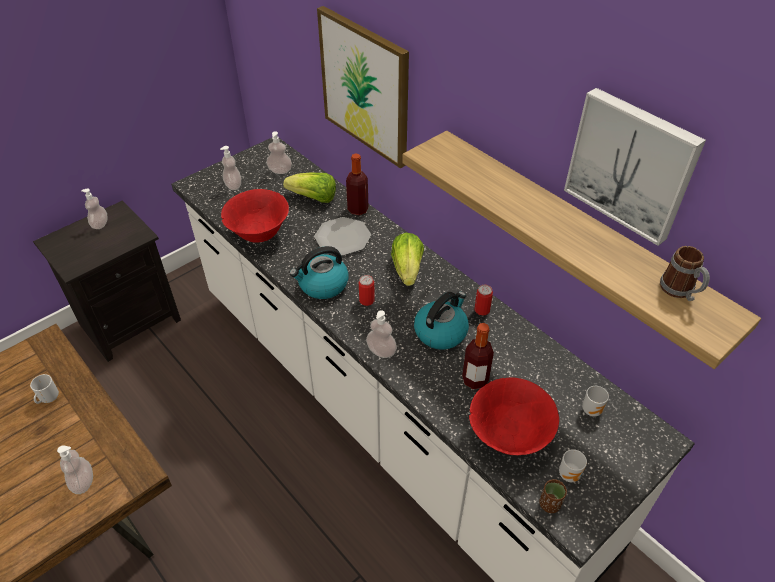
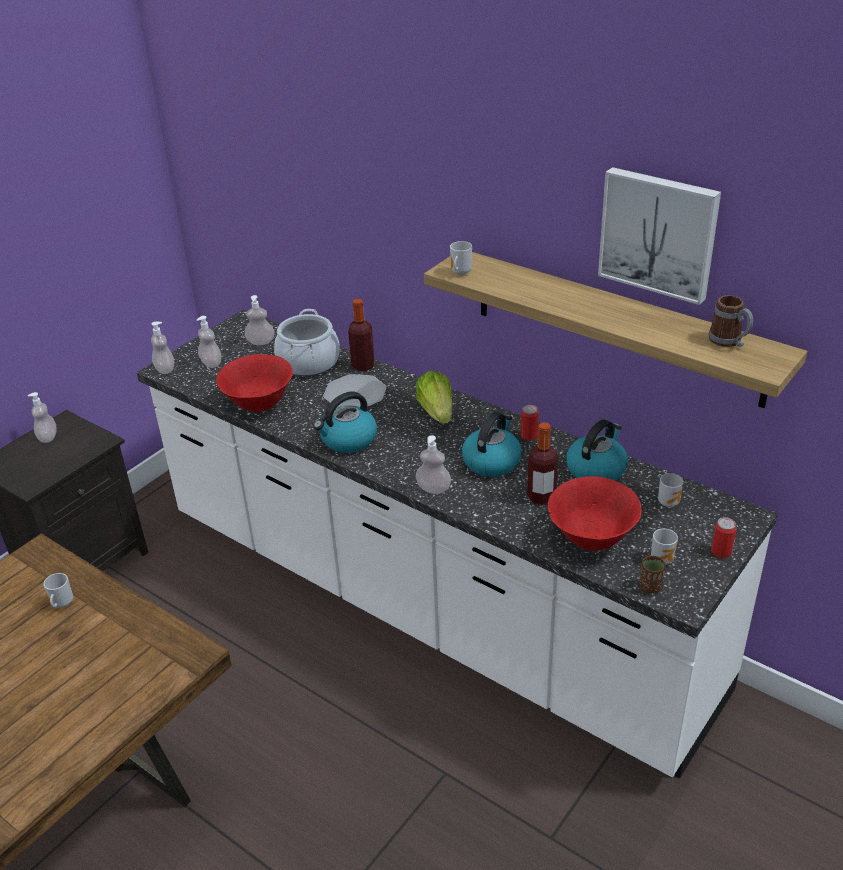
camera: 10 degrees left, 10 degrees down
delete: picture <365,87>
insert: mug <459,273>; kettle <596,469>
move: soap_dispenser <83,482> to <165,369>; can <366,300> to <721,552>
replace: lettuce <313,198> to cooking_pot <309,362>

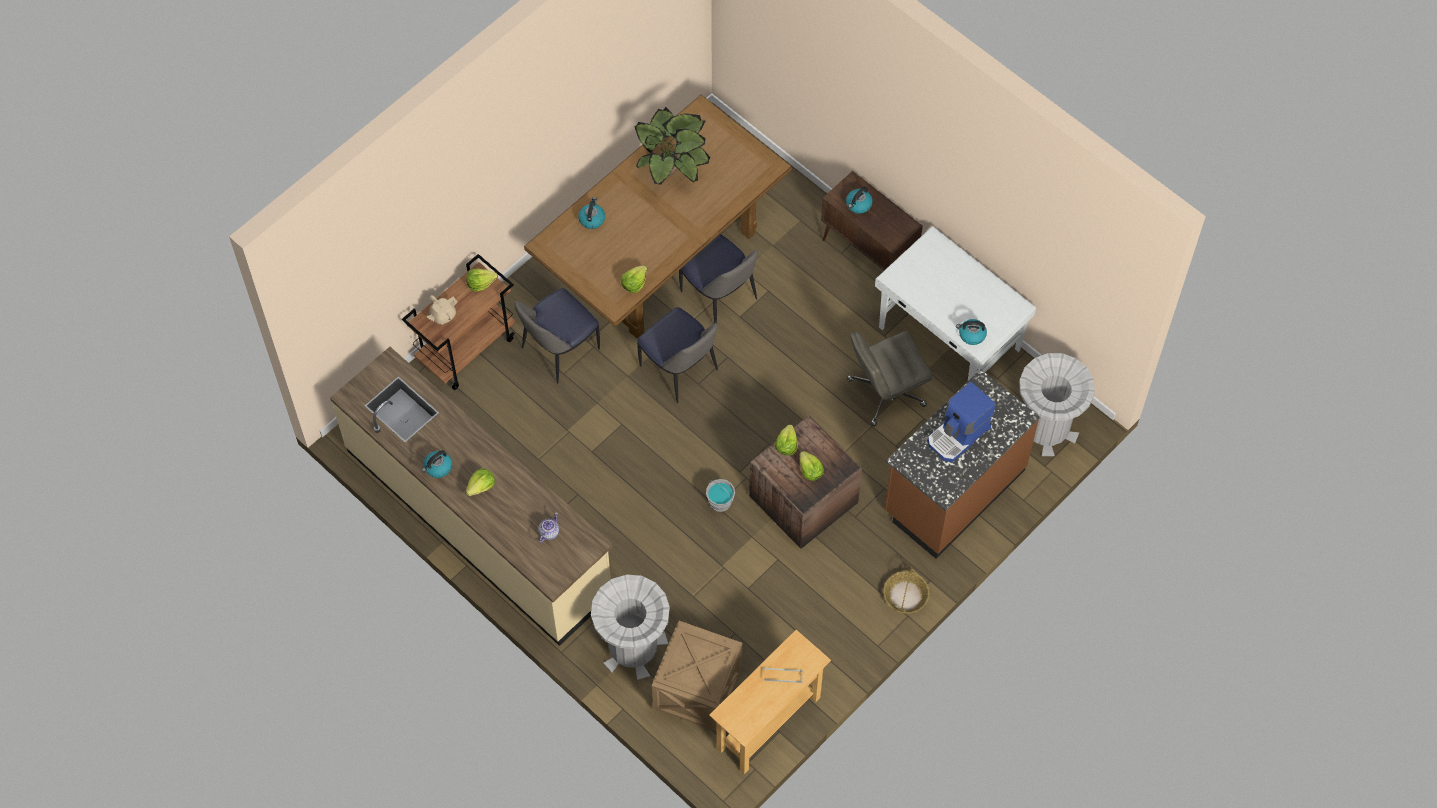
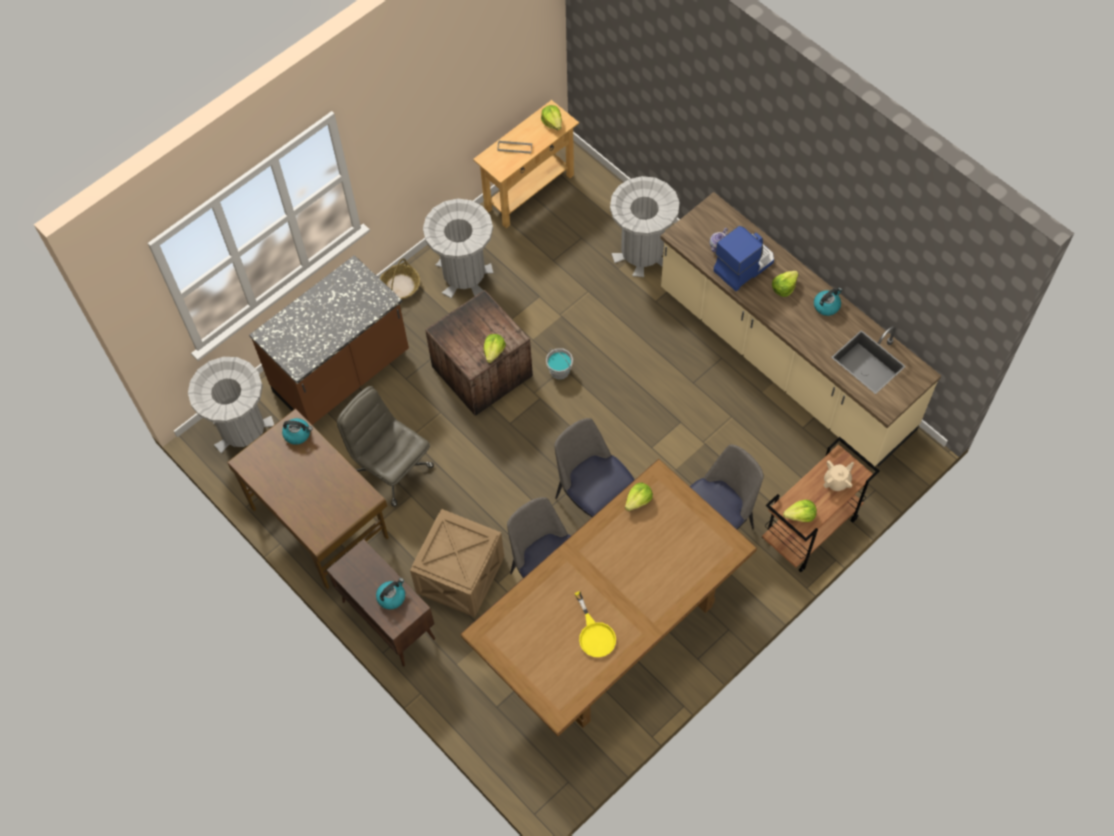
camera: 175 degrees left, 0 degrees up
delete: kettle <592,219>
insert: grey_trash_can <464,274>
move: crate <698,687> to <460,576>; lettuce <810,471> to <552,122>; coffee_machine <958,435> to <743,265>
replace: potted_plant <672,169> to yellow_frying_pan <594,634>
recolor: white_desk <949,340> to brown_desk <320,521>
rotate: grey_office_chair <885,393> = <391,469> 120 degrees counterclockwise

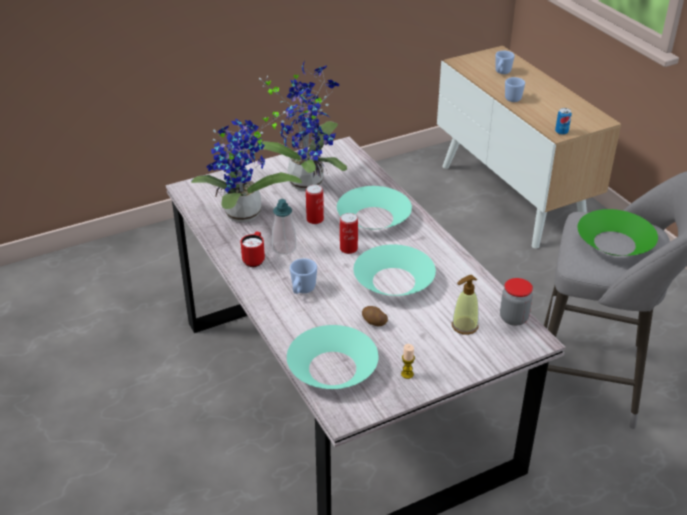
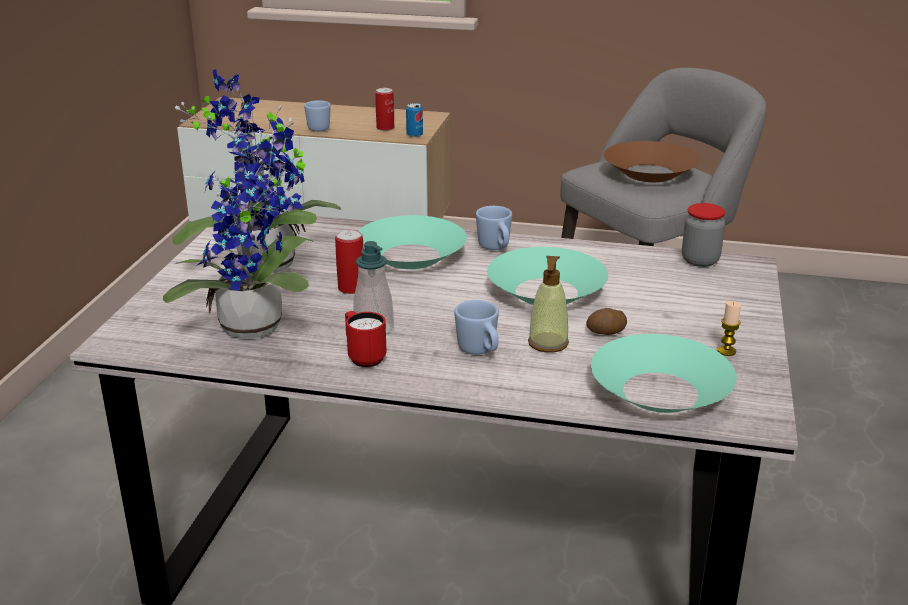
camera: 50 degrees left, 10 degrees down
move: can <348,249> to <385,128>; soap_dispenser <464,326> to <548,343>; blue_mug <501,73> to <496,248>
recolor: green_bowl <614,243> to brown_bowl <649,173>

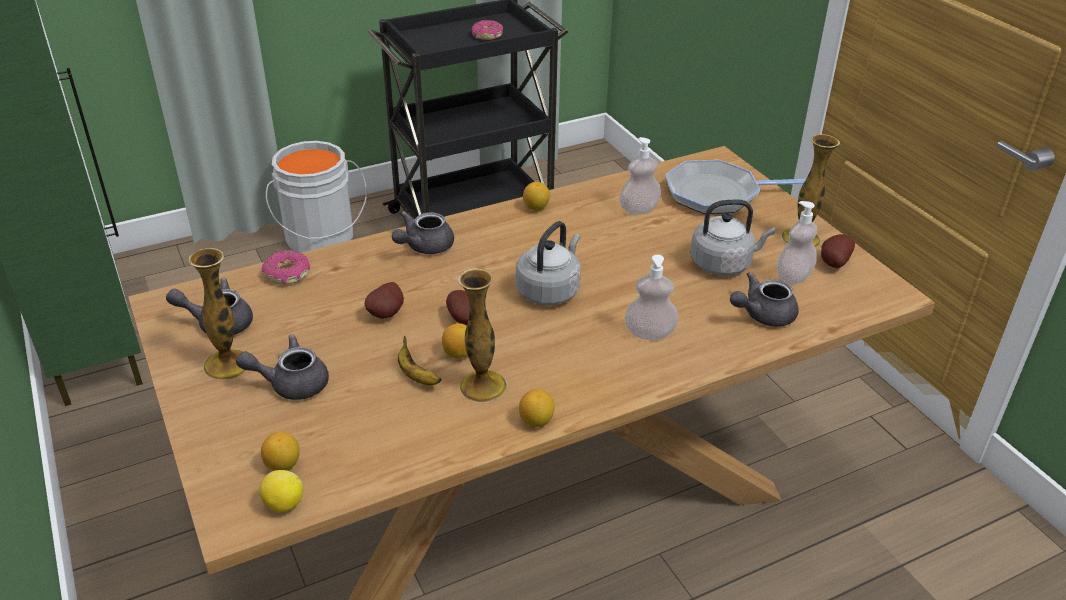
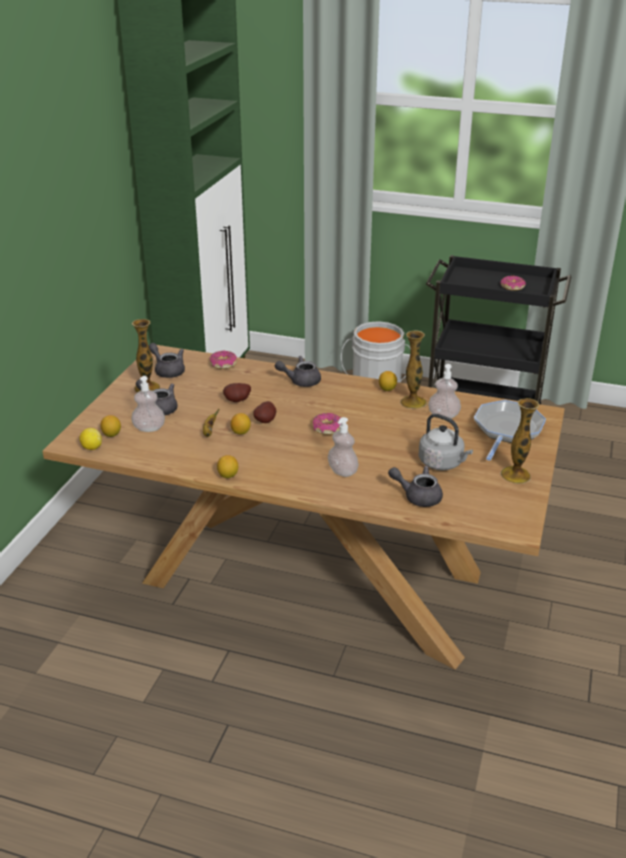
camera: 45 degrees right, 5 degrees down
delete: potato <833,263>
move: vase <483,386> to <413,402>; soap_dispenser <793,277> to <149,428>
replace: grey_kettle <550,290> to donut <327,428>
rotate: frying_pan <717,194> = <507,430> 75 degrees clockwise

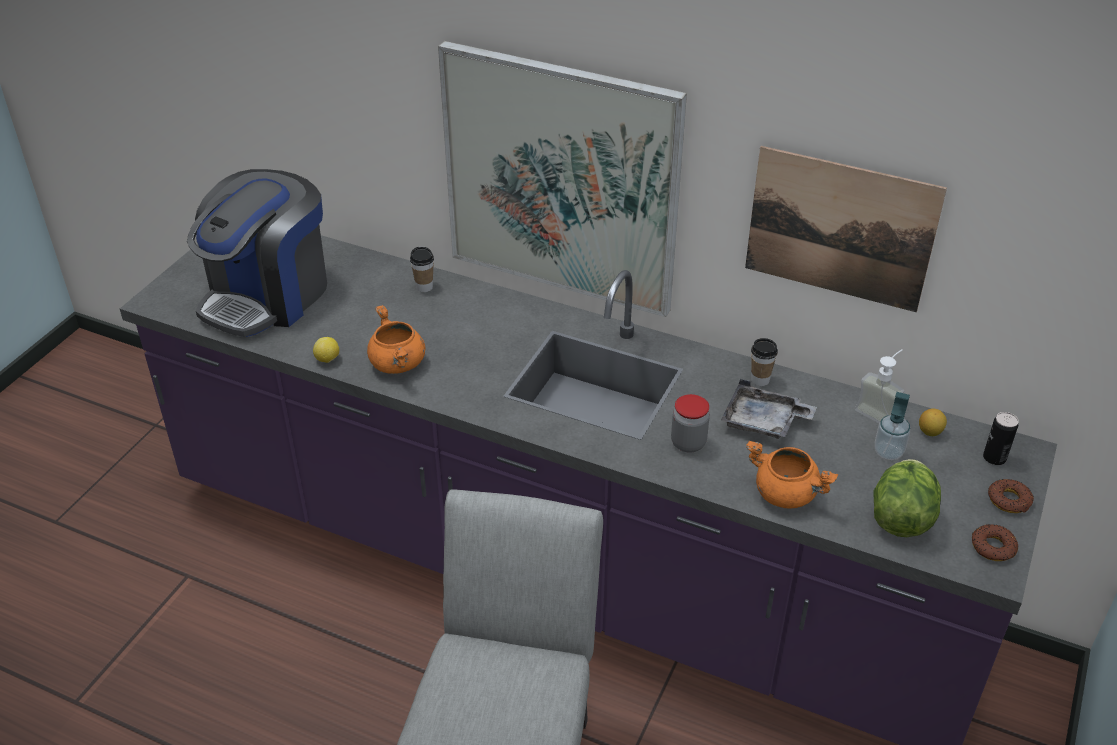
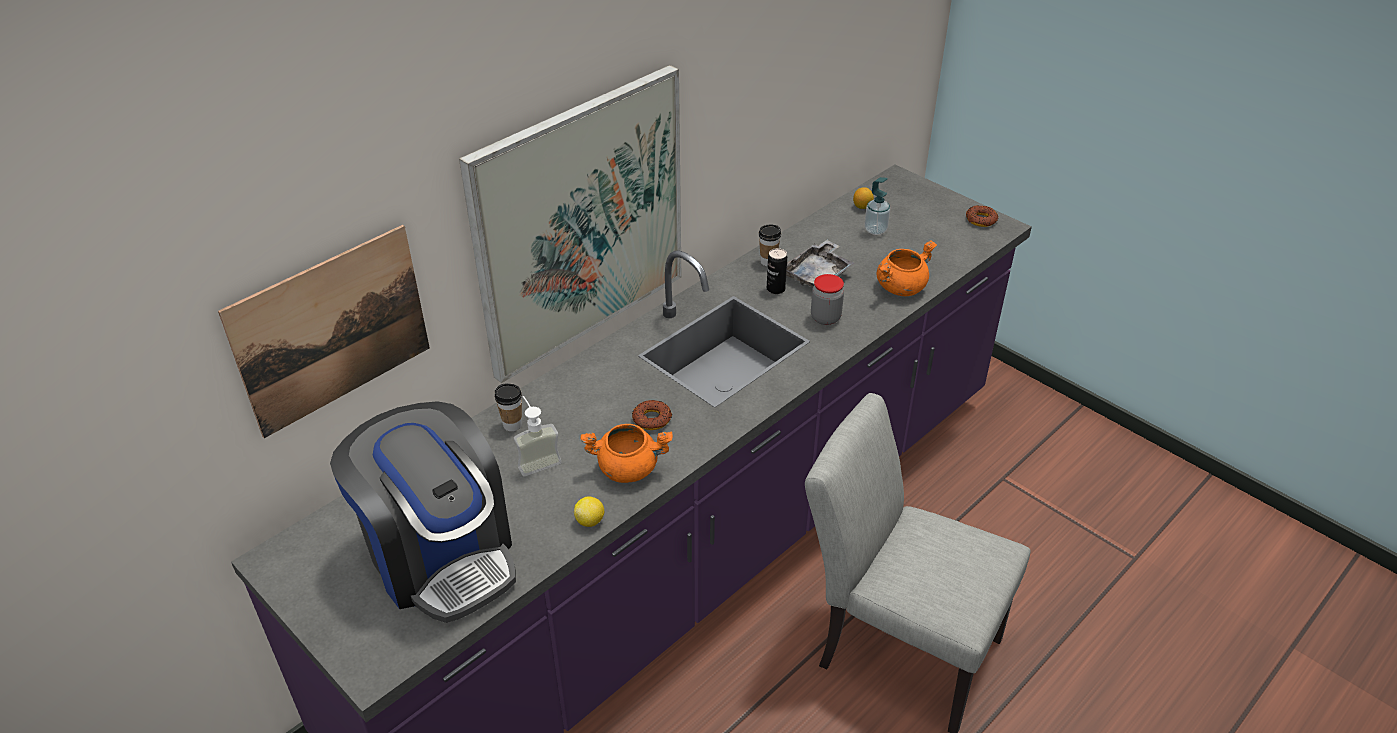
camera: 70 degrees left, 0 degrees up
delete: lettuce <901,518>
move: picture <840,229> to <332,330>; soap_dispenser <880,411> to <536,460>; can <994,458> to <775,289>; donut <1009,500> to <652,419>

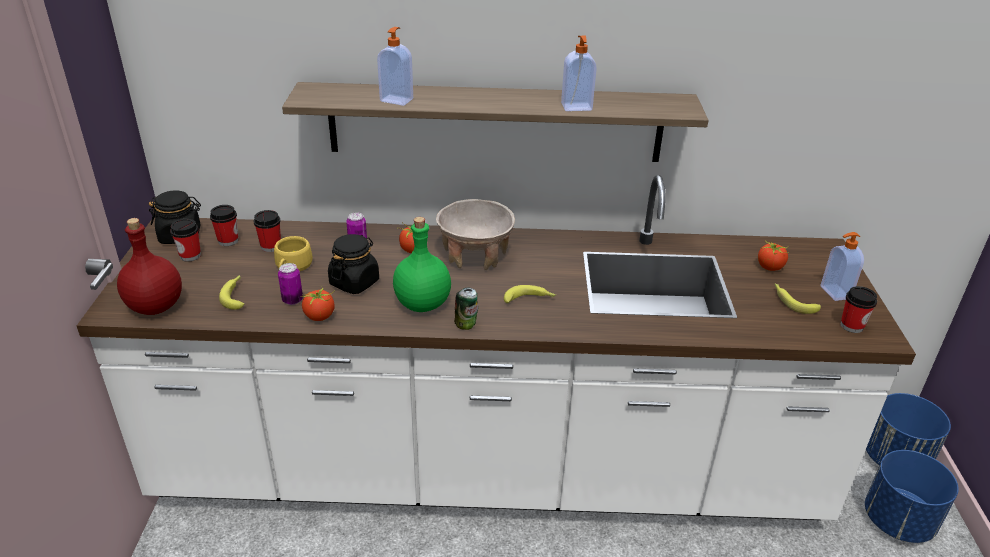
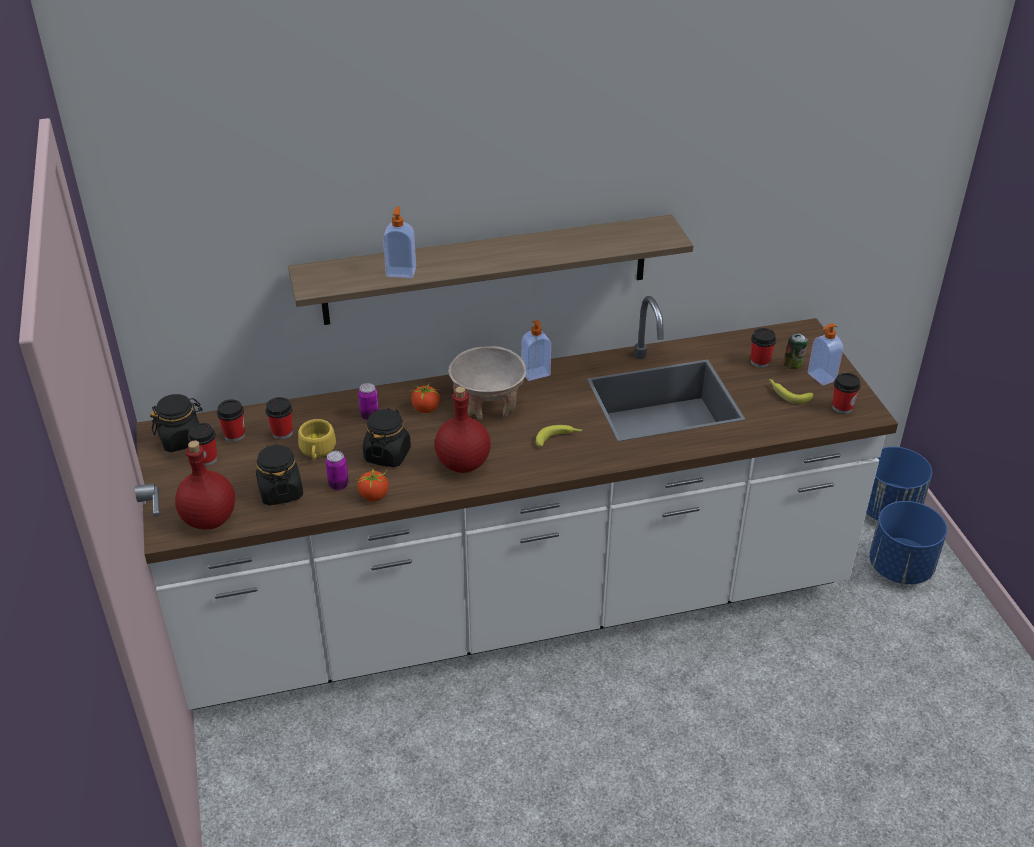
camera: 15 degrees left, 5 degrees up
move: can <466,325> to <793,365>; soap_dispenser <576,107> to <536,374>
replace: banana <236,295> to black_jar <280,491>; tomato <770,267> to cup <760,362>
recolor: green_bottle <421,304> to red_bottle <462,464>

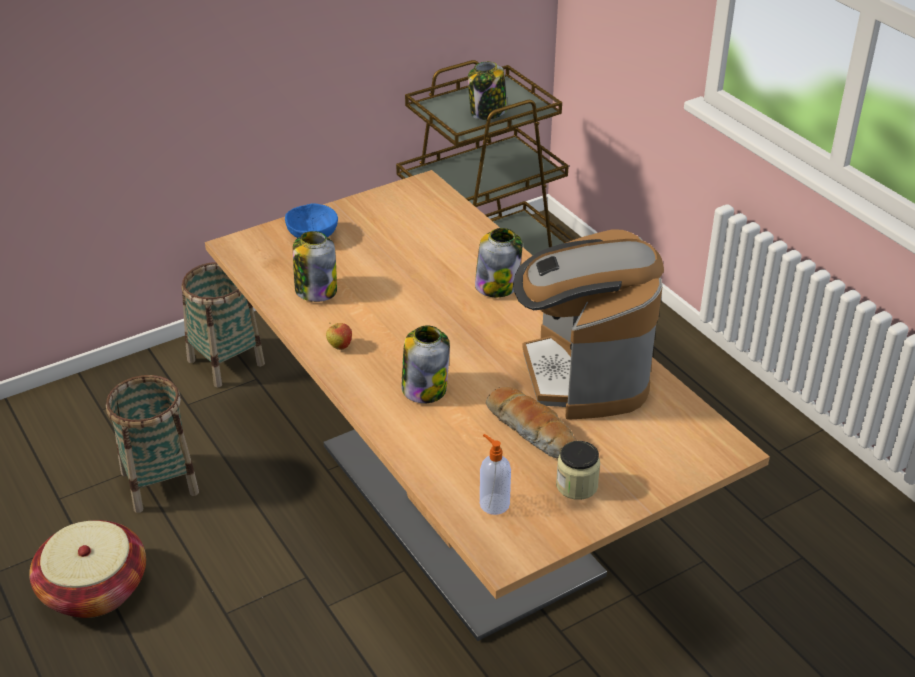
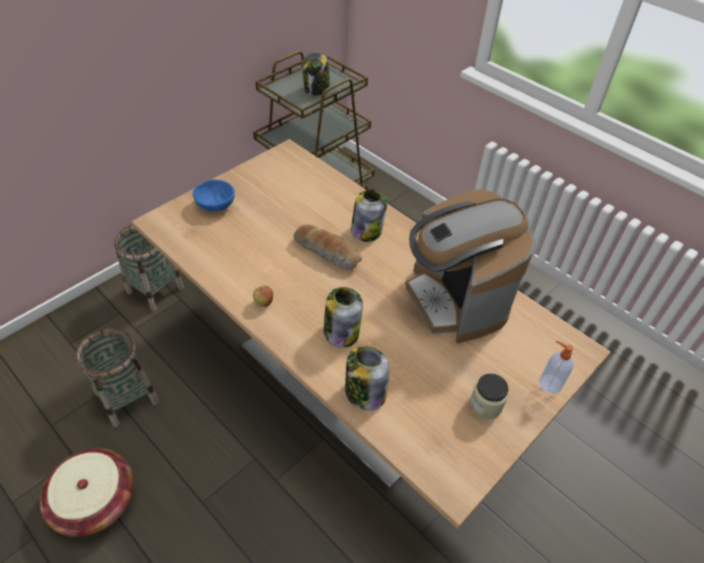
camera: 15 degrees left, 10 degrees up
move: jar <315,290> to <364,392>; soap_dispenser <493,503> to <549,383>; bread <532,431> to <328,252>

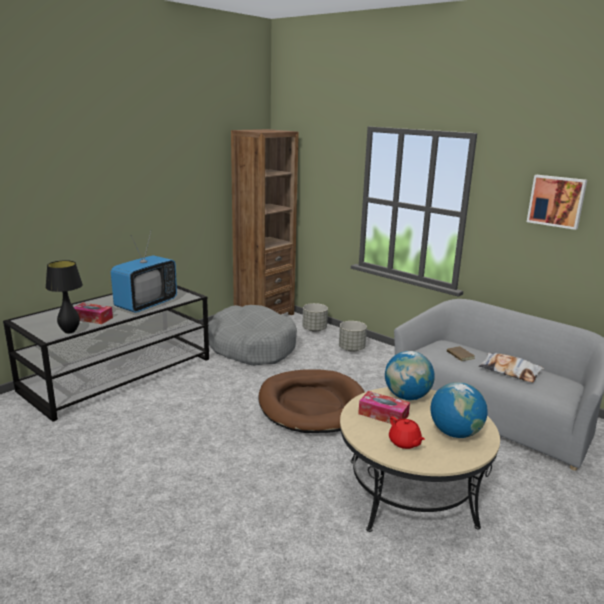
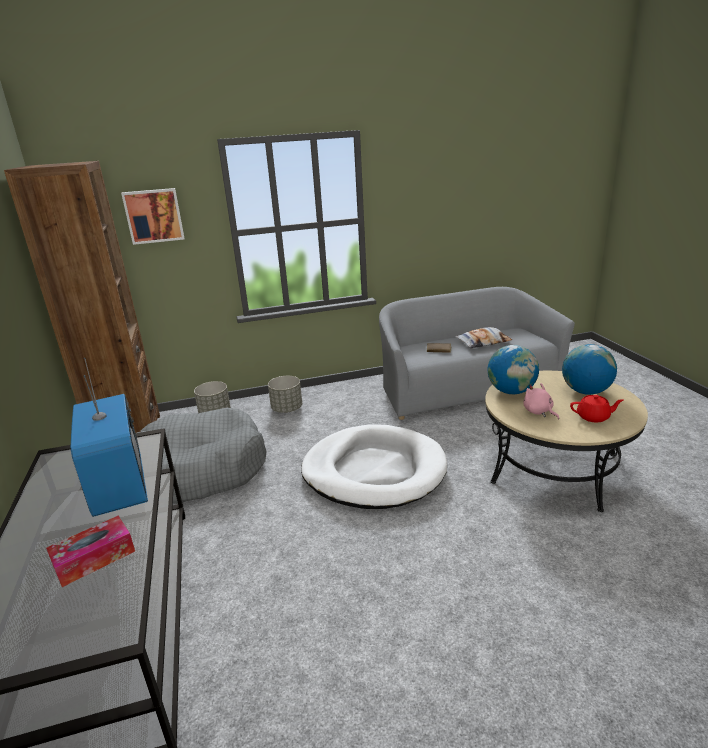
camera: 55 degrees left, 5 degrees up
delete: black_table_lamp <69,331>
move: picture <556,201> to <154,216>
replace: tissue_box <383,414> to pink_plush_toy <538,412>
recolor: brown_dog_bed <312,405> to white_dog_bed <374,471>

